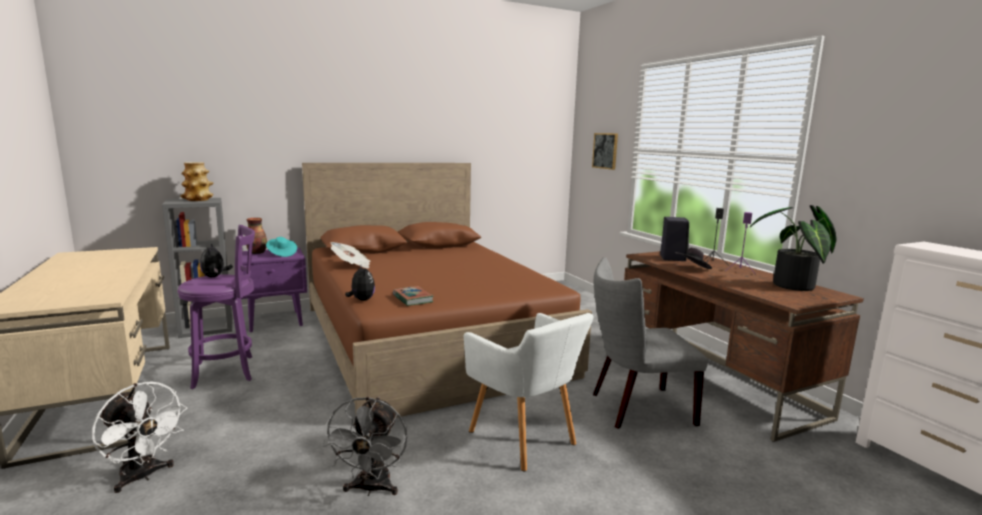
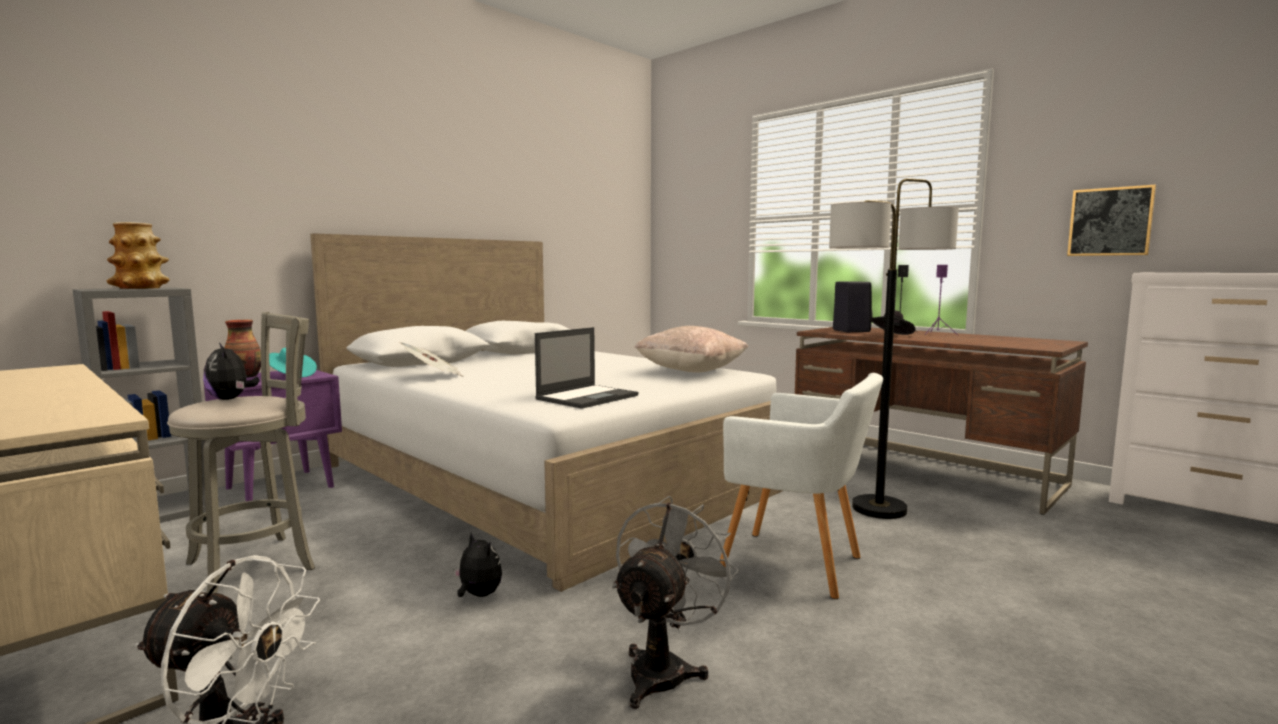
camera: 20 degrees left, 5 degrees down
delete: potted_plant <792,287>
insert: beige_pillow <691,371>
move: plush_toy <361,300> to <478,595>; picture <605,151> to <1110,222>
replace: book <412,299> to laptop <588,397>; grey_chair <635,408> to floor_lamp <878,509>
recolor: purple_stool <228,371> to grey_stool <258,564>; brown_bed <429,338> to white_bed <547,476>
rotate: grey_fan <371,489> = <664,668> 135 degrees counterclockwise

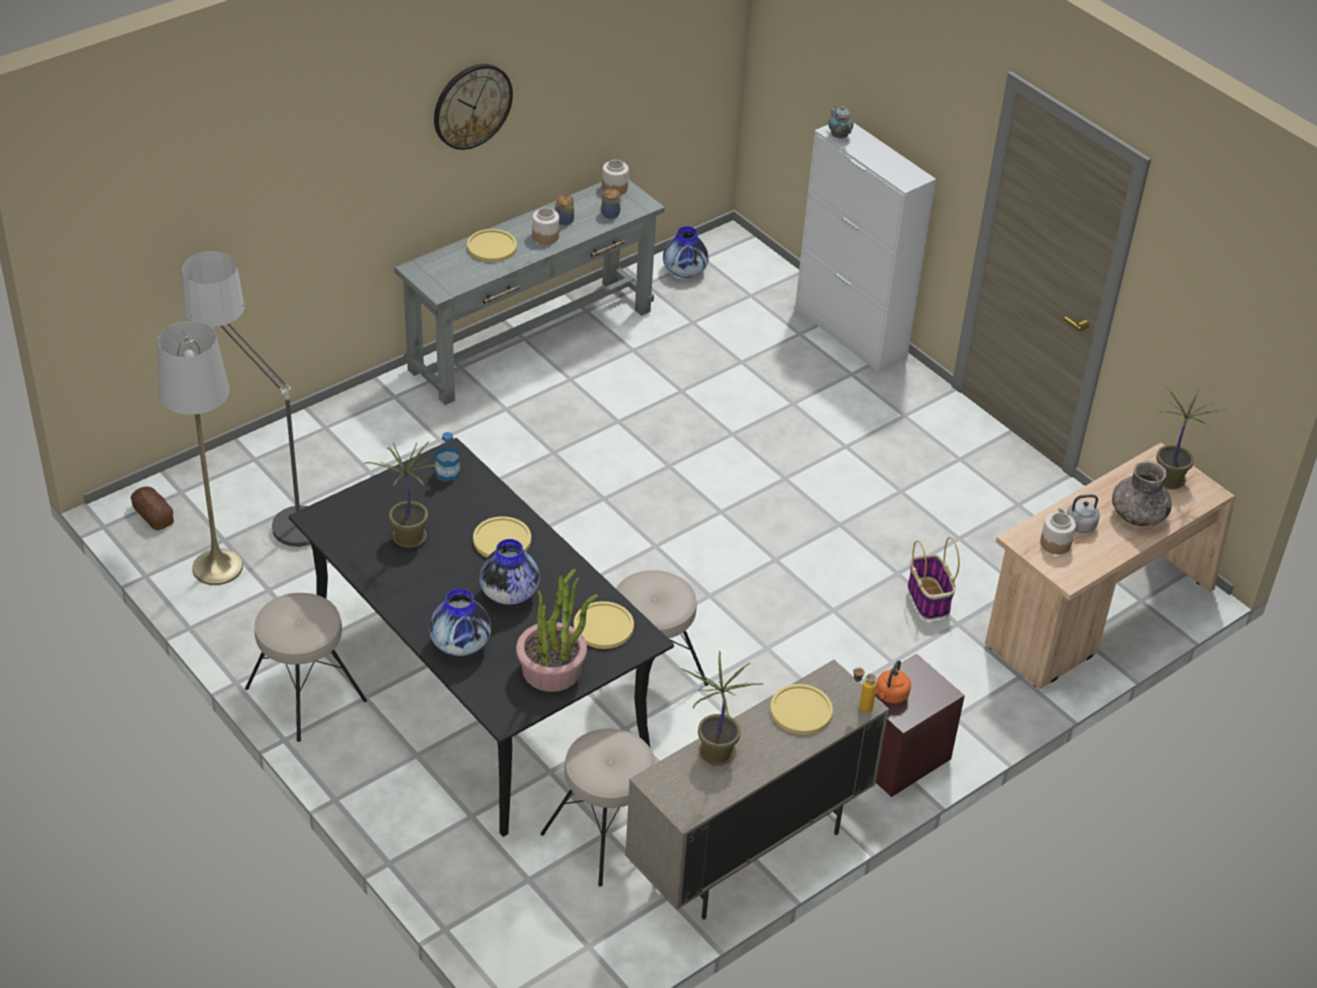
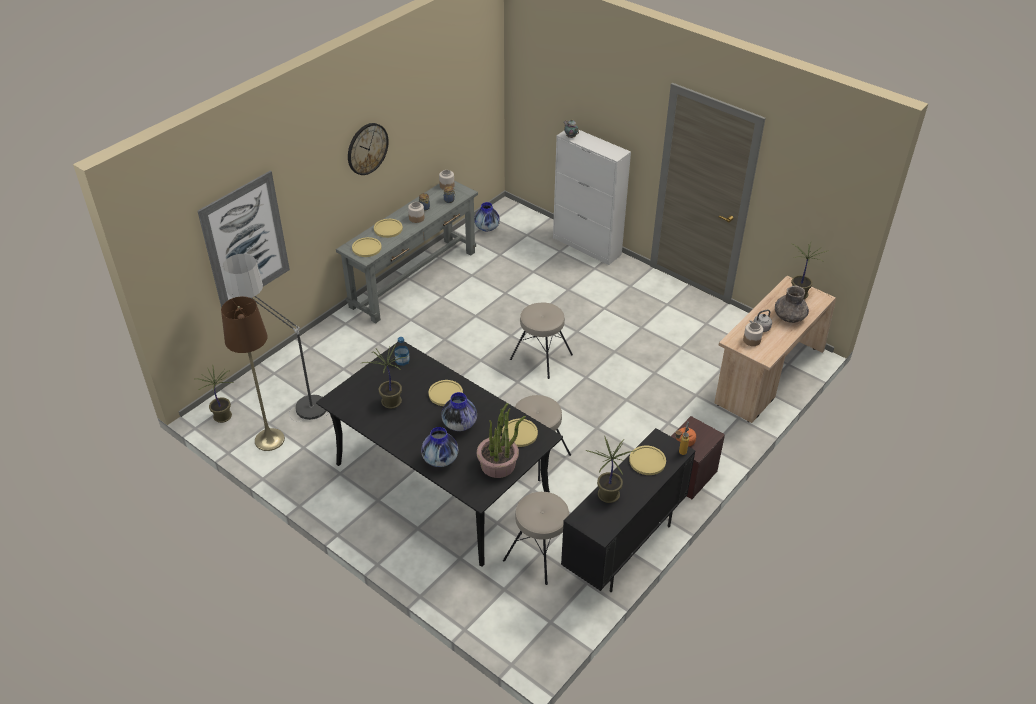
camera: 10 degrees left, 0 degrees up
delete: basket <929,599>
insert: picture <245,241>; yellow_plate <366,248>
move: beige_stool <304,695> to <541,357>
replace: bread <153,515> to potted_plant <223,416>
recolor: grey_floor_lamp <217,567> to brown_floor_lamp <269,439>; beige_cabinet <748,853> to black_cabinet <623,548>

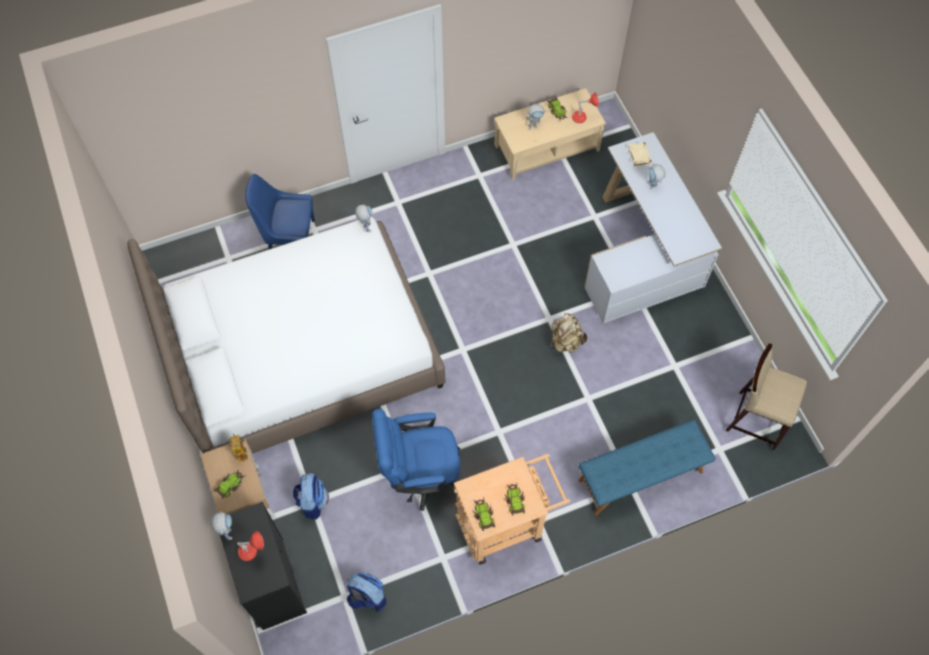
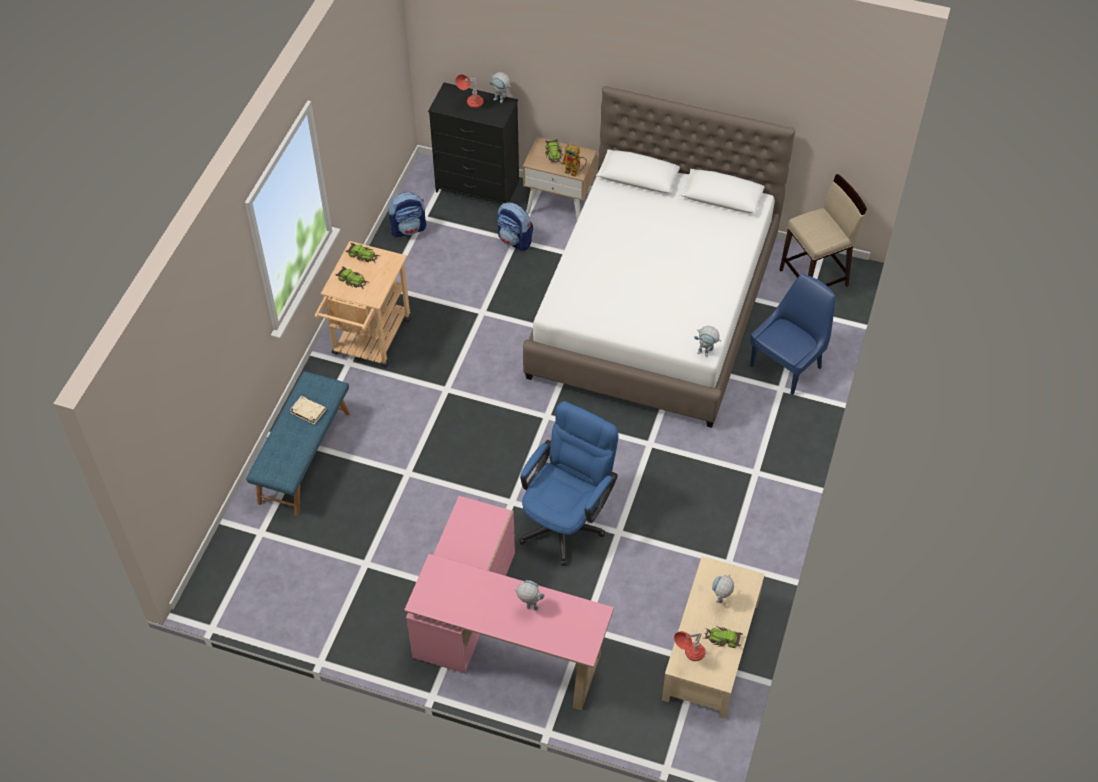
camera: 130 degrees right, 10 degrees down
delete: beige_backpack <565,341>
move: blue_office_chair <420,474> to <566,520>; beige_book <639,156> to <307,411>; beige_stool <756,419> to <814,278>
recolor: white_desk <642,255> to pink_desk <500,634>

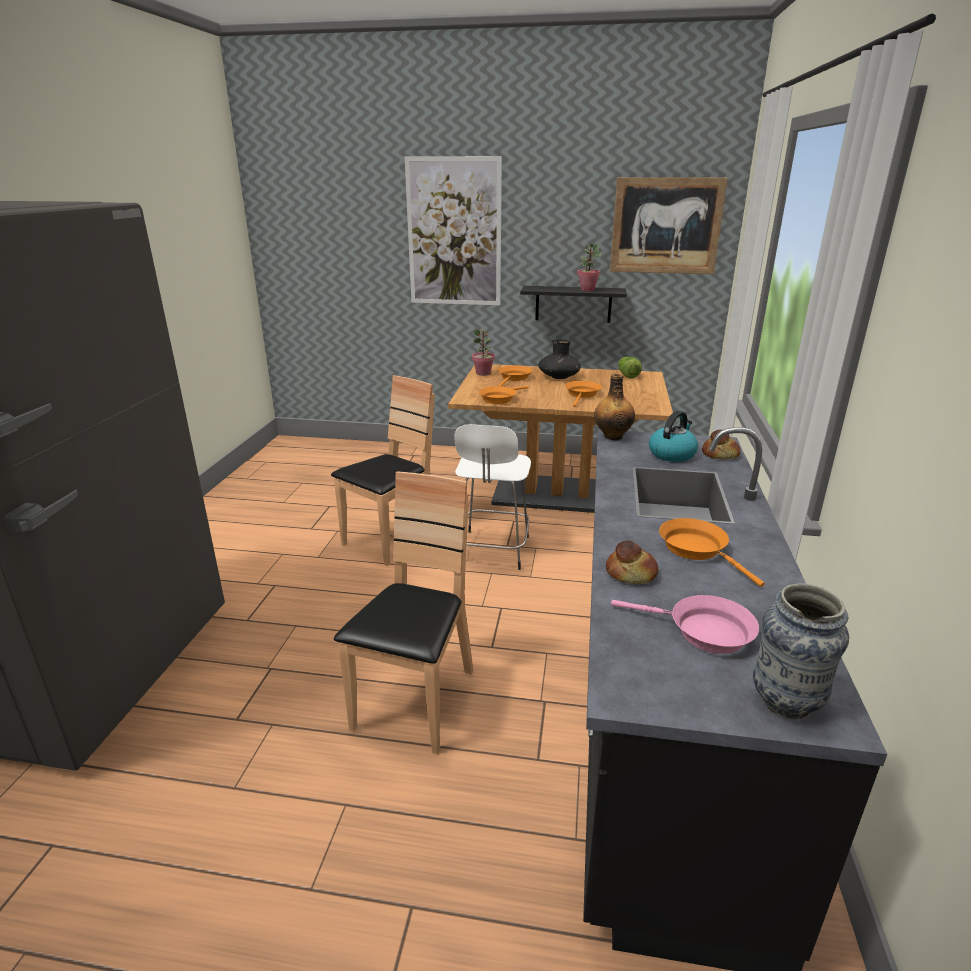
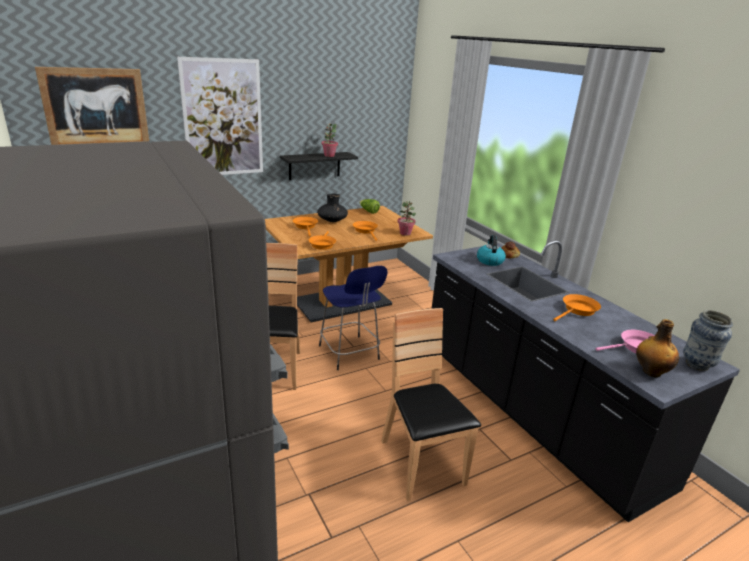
camera: 40 degrees left, 0 degrees up
delete: bread <631,574>
move: potted_plant <483,373> to <405,233>; bottle <612,436> to <650,372>; picture <666,226> to <96,109>
recolor: white_stool <492,551> to blue_stool <349,353>
rotate: orange_frying_pan <697,549> = <578,310> 120 degrees clockwise

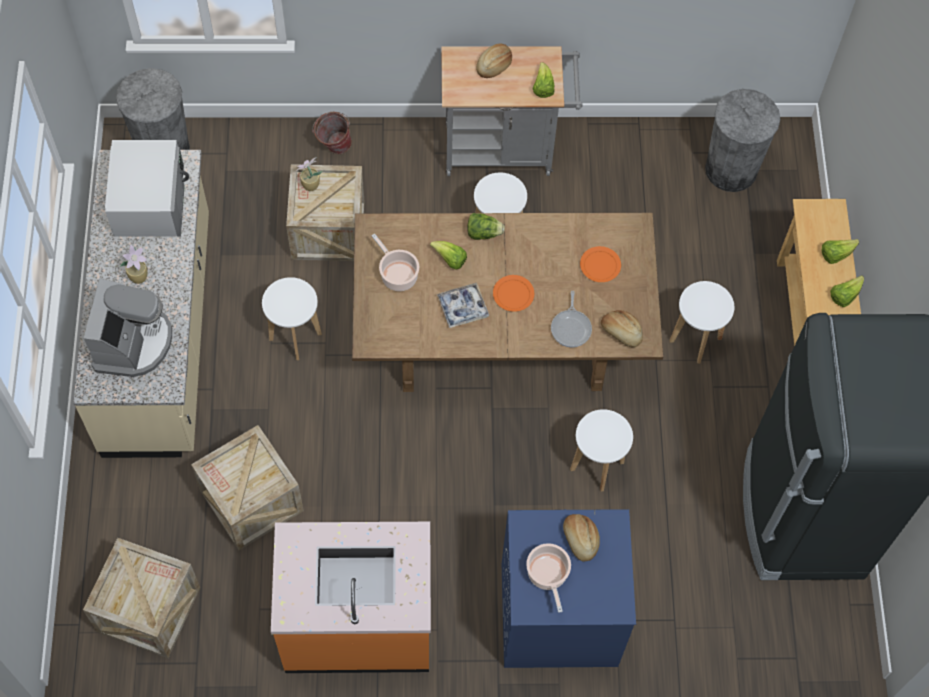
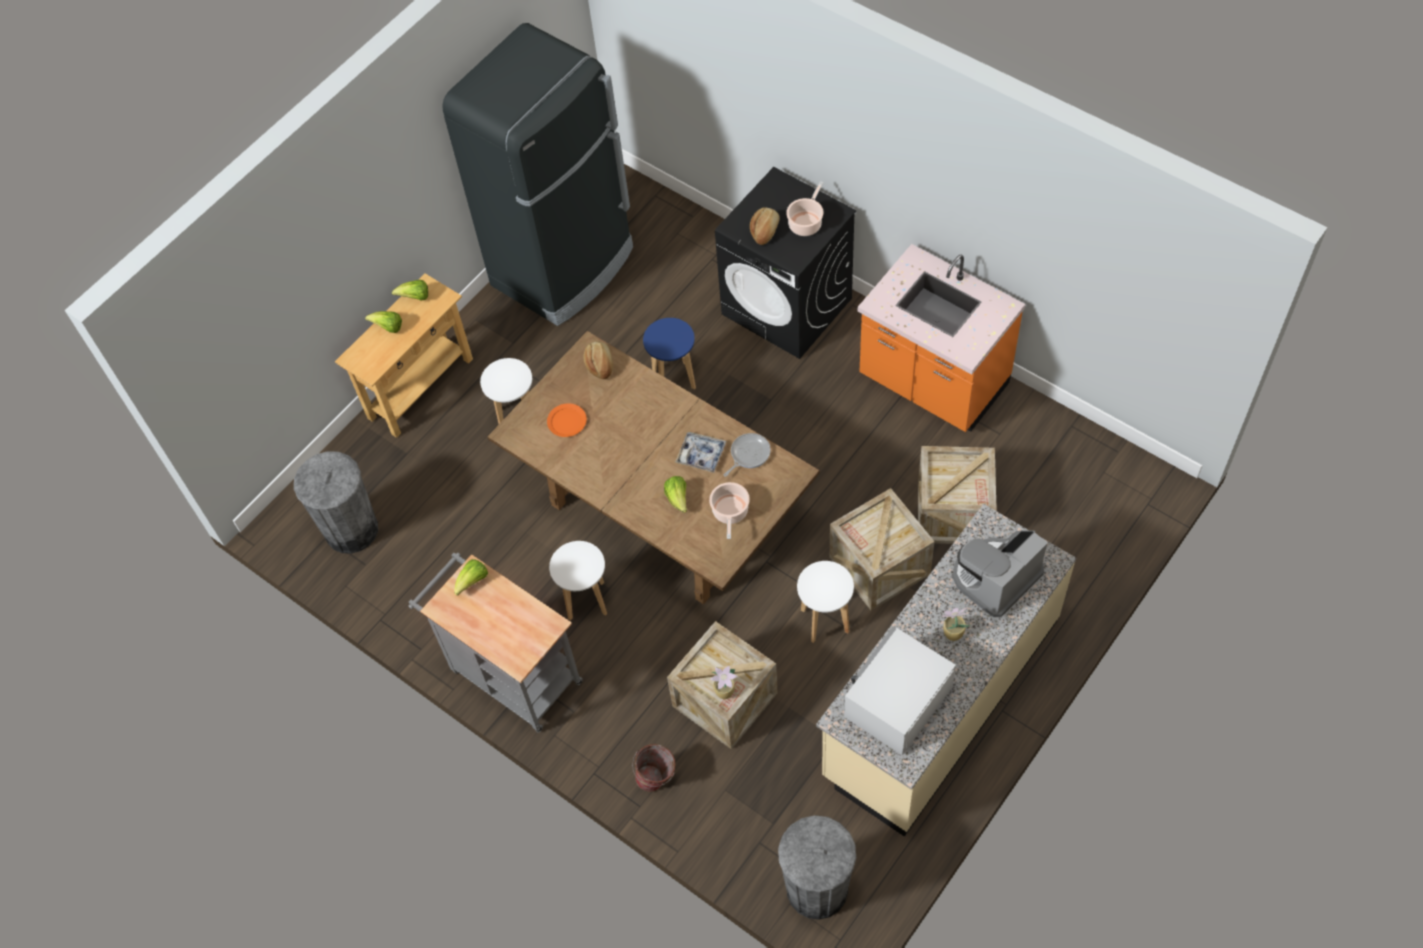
camera: 135 degrees left, 5 degrees down
delete: lettuce <483,233>; bread <494,66>; orange_plate <513,294>
move: crate <149,609> to <879,565>; frying_pan <571,328> to <748,454>
recolor: blue_washing_machine <558,615> to black_washing_machine <787,306>; white_stool <596,466> to blue_stool <674,379>

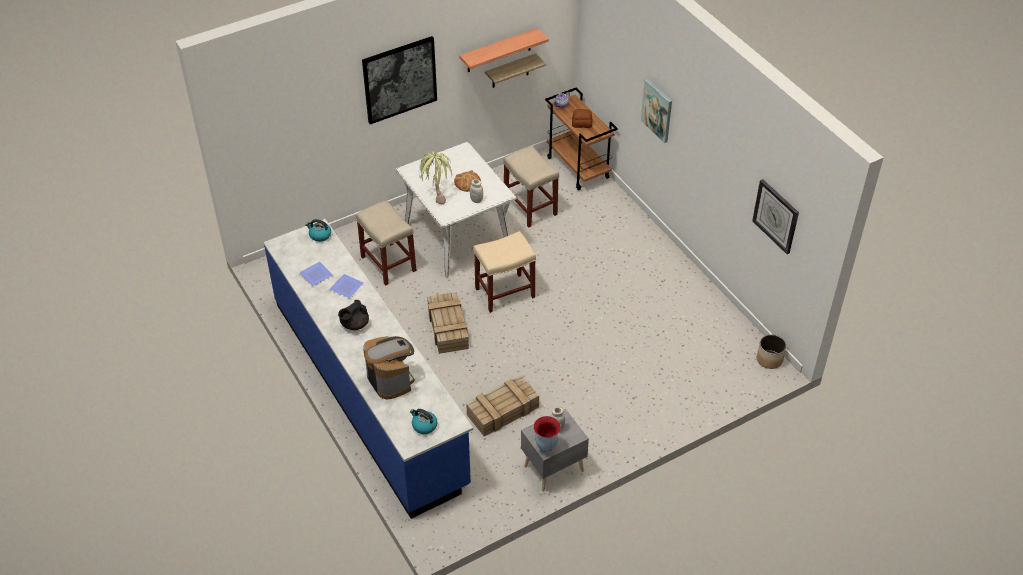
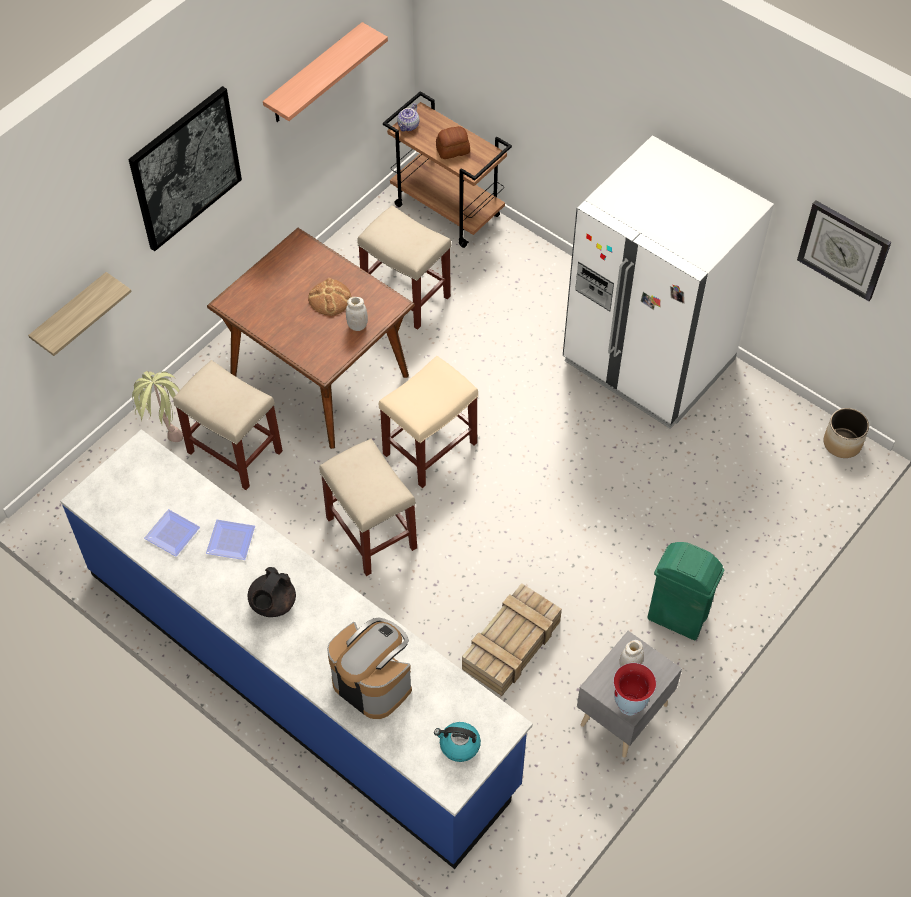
camera: 20 degrees left, 10 degrees up
delete: kettle <319,235>; picture <657,110>
insert: white_fridge <648,361>; green_trash_can <678,618>
move: potted_plant <436,195> to <164,427>; shelf <510,71> to <71,315>
replace: crate <447,327> to beige_stool <370,532>
recolor: white_dining_table <457,236> to brown_dining_table <319,375>

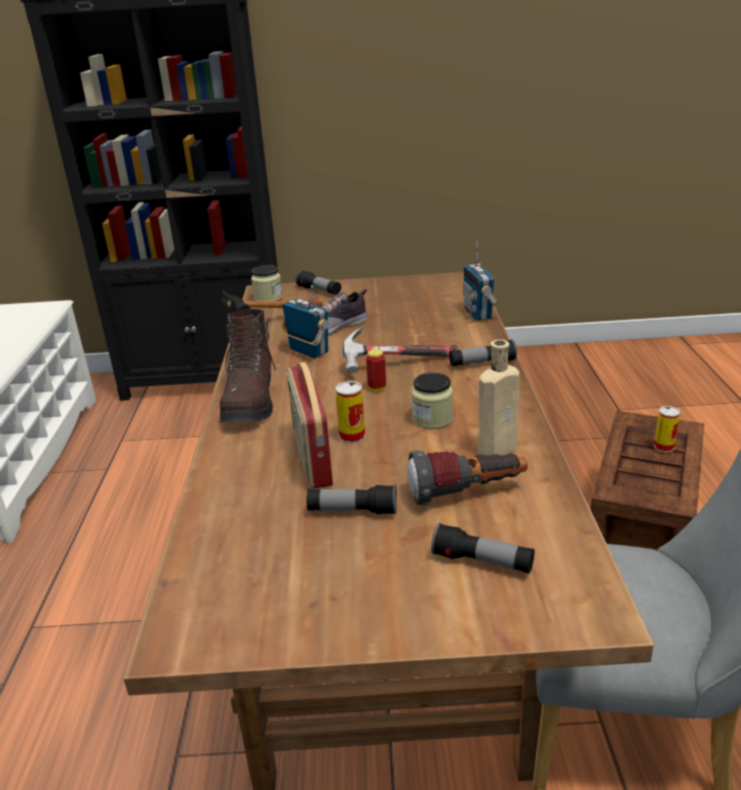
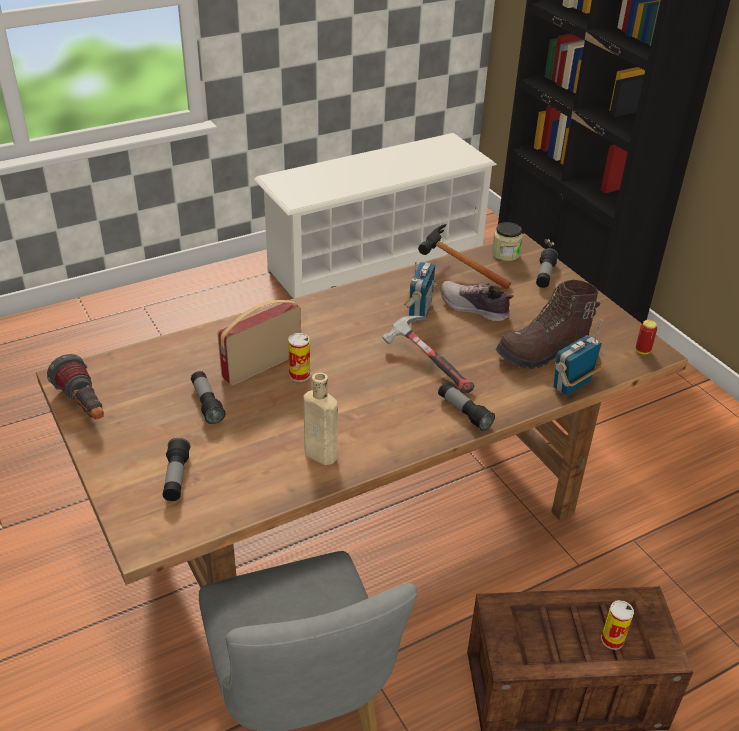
camera: 60 degrees right, 10 degrees up
delete: jar <432,419>
move: brown_boot <251,401> to <543,351>; can <377,388> to <642,351>; flashlight <467,494> to <84,406>

